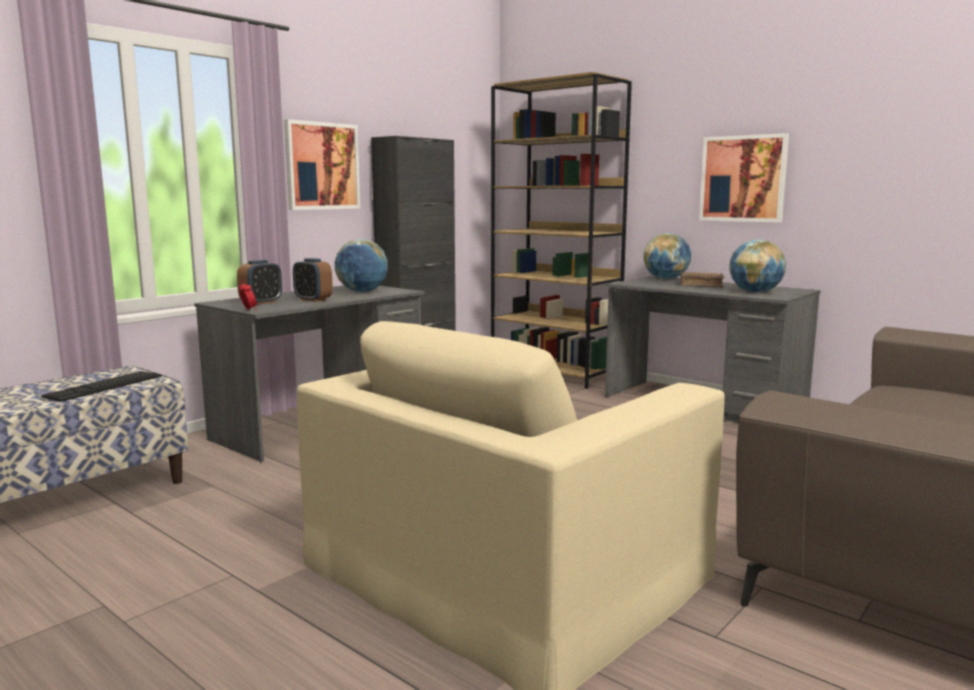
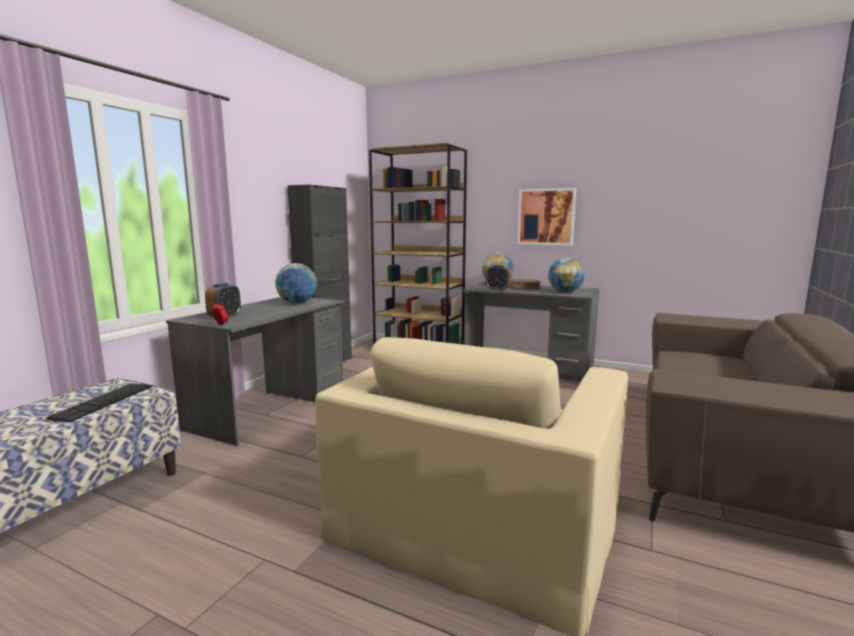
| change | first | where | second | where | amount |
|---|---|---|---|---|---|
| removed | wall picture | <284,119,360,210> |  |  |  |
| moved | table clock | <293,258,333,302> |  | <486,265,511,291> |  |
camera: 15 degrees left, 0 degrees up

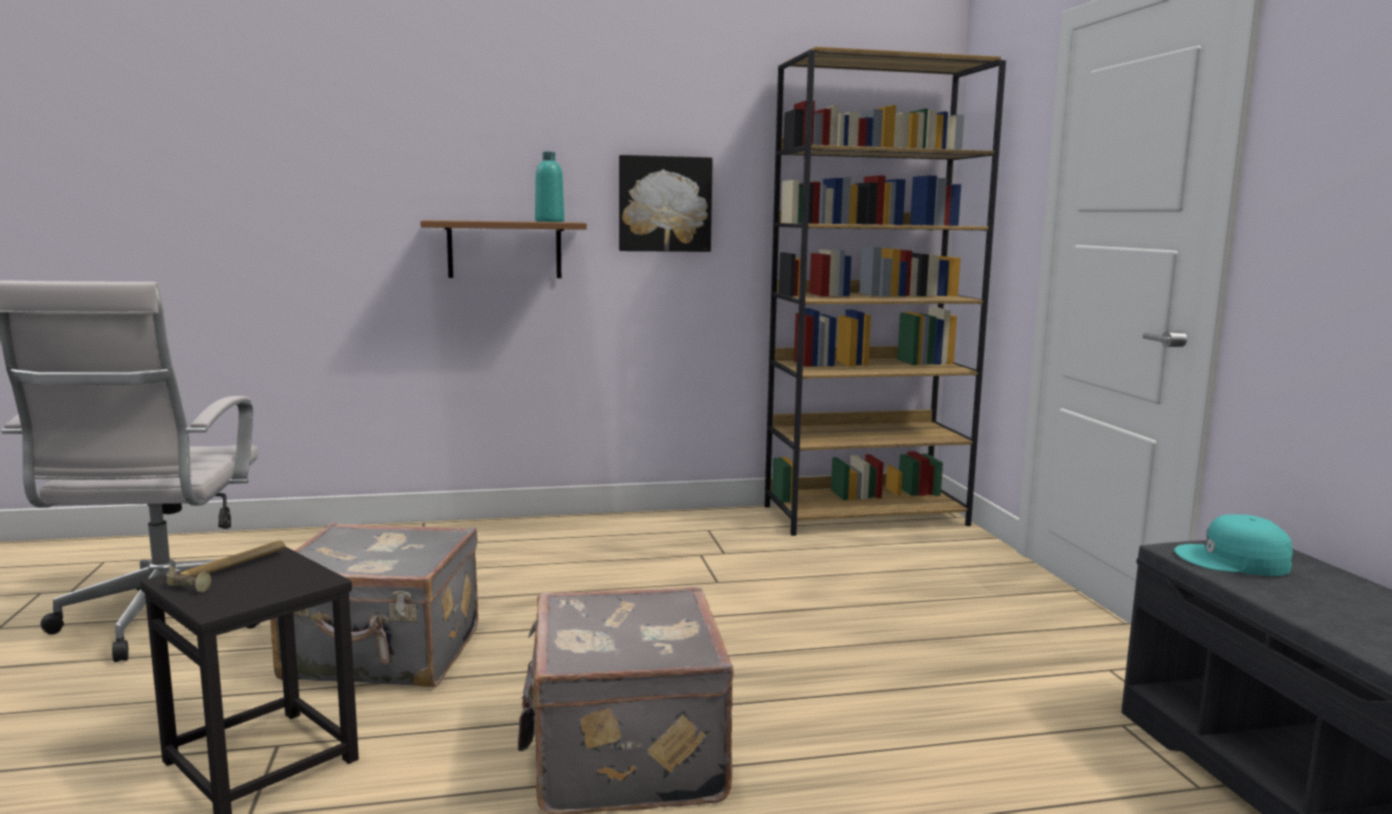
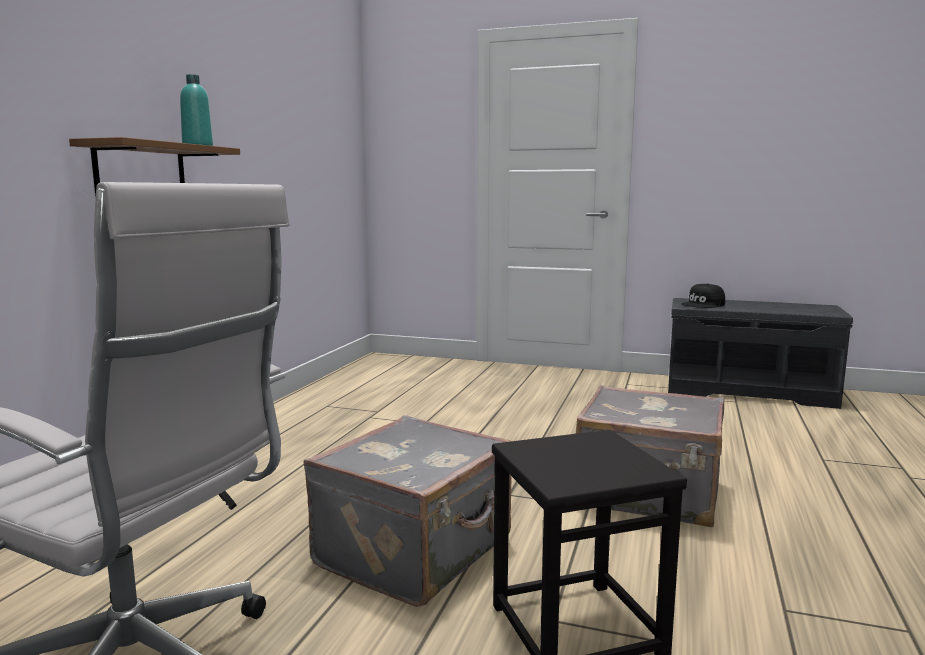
| change | first | where | second | where | amount |
|---|---|---|---|---|---|
| removed | hammer | <166,541,285,593> |  |  |  |
| removed | wall picture | <619,155,713,252> |  |  |  |
| removed | shelving unit (brownish) | <765,46,1006,536> |  |  |  |
| recoloured | baseball cap (turquoise) | <1174,514,1293,576> | baseball cap (black) | <681,283,725,308> |  |
camera: 60 degrees left, 0 degrees up

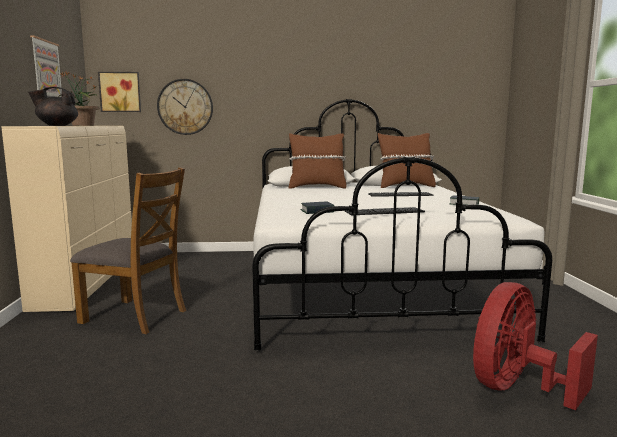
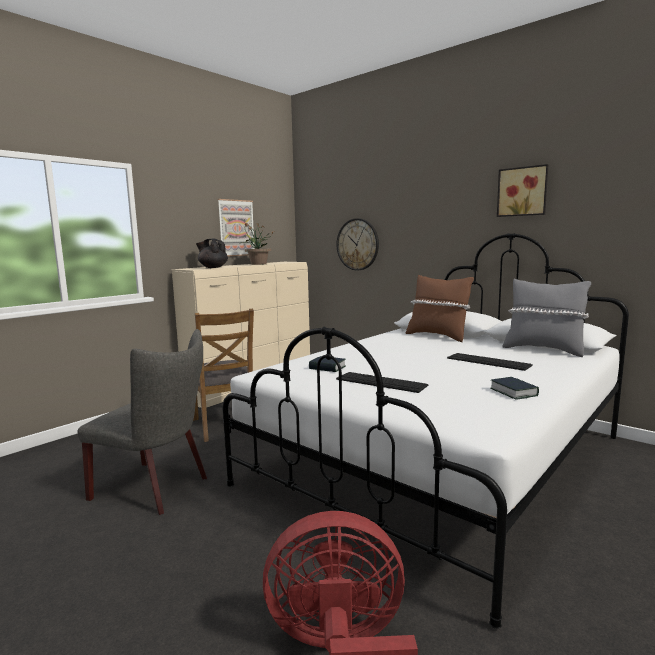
| change | first | where | second | where | amount |
|---|---|---|---|---|---|
| added |  |  | plain chair (grey) | <78,329,207,515> |  |
| moved | wall picture | <98,72,141,112> |  | <497,164,548,217> |  |
| recoloured | throw pillow (brownish) | <378,133,436,188> | throw pillow (grey) | <502,279,591,357> |  |
camera: 45 degrees right, 0 degrees up

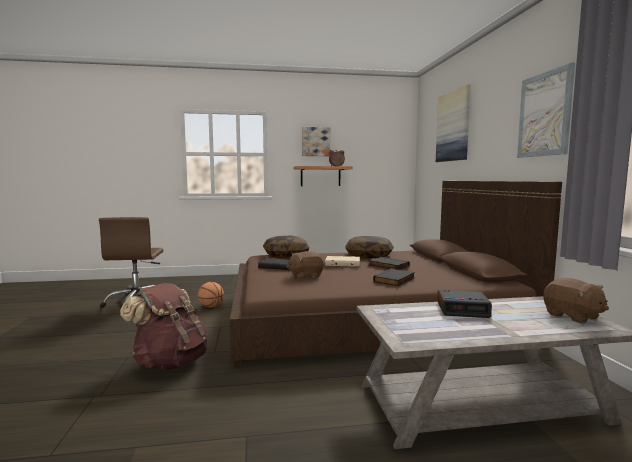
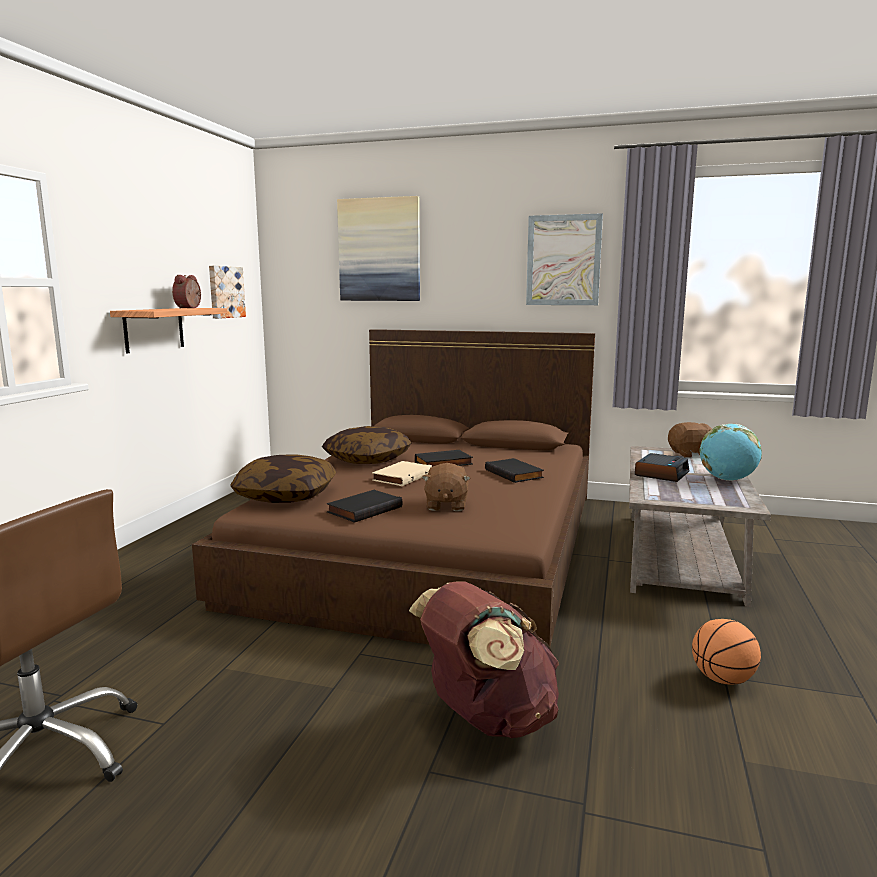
| change | first | where | second | where | amount |
|---|---|---|---|---|---|
| added |  |  | desk globe | <700,424,762,481> |  |
| moved | basketball | <198,282,224,307> |  | <692,619,761,684> |  |
| moved | wall picture | <302,127,330,156> |  | <209,266,246,319> |  |
camera: 65 degrees left, 5 degrees up

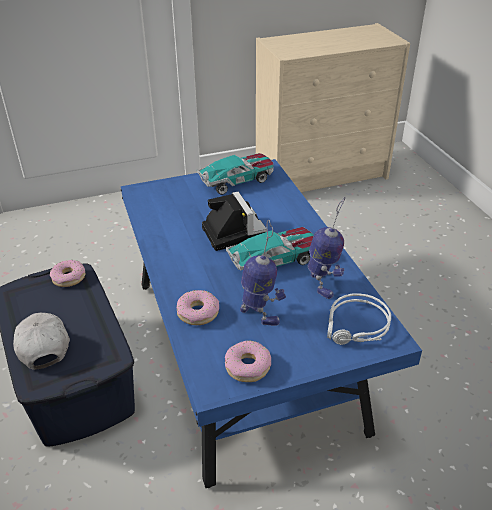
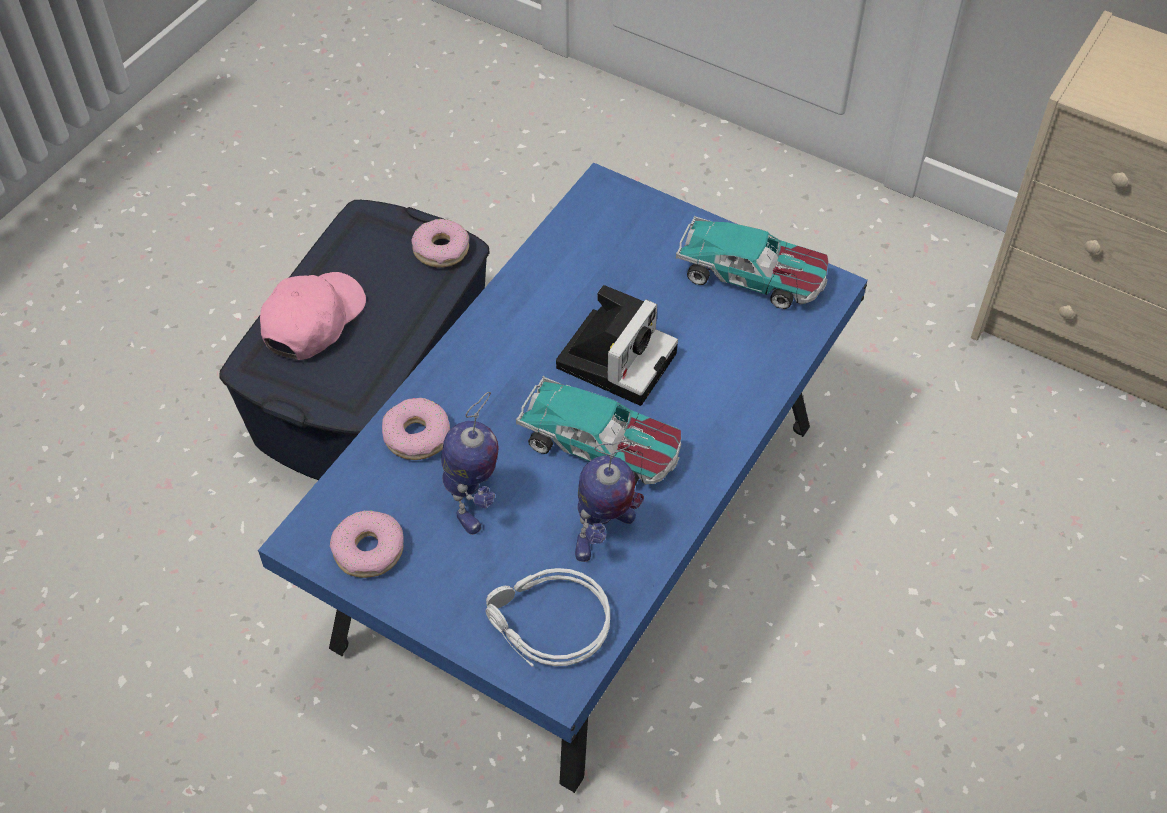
| change | first | where | second | where | amount |
|---|---|---|---|---|---|
| recoloured | baseball cap (white-coloured) | <13,313,70,370> | baseball cap (pinkish) | <260,272,366,360> |  |
camera: 50 degrees right, 15 degrees up

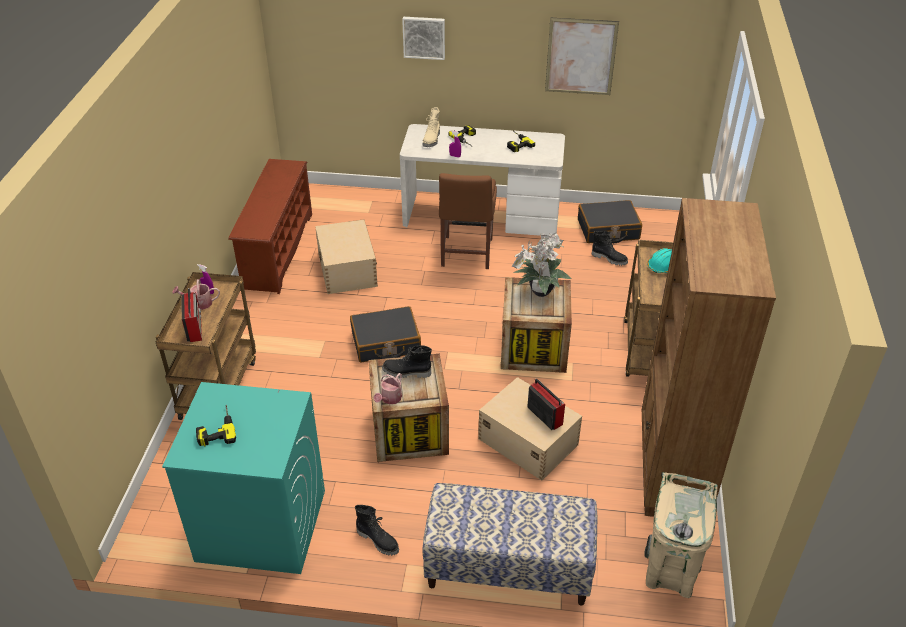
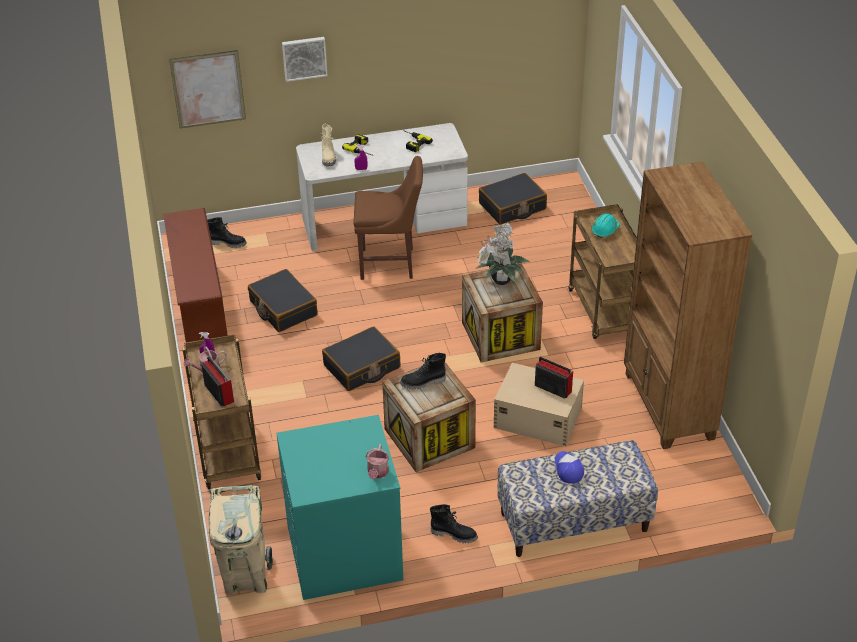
| change | first | where | second | where | amount |
|---|---|---|---|---|---|
| removed | drill | <196,405,236,447> |  |  |  |
| added |  |  | baseball cap | <555,451,584,484> |  |
| moved | sprinkling can | <374,373,402,404> |  | <366,444,389,479> |  |
| moved | wall picture | <545,18,619,95> |  | <169,50,246,129> |  |
| moved | high-top boot (black) | <592,231,628,266> |  | <207,217,247,248> |  |
| moved | trash can (beige-coloured) | <644,472,718,598> |  | <209,485,273,595> |  |
| replaced | storage container (beige-coloured) | <315,219,378,294> | piece of luggage (black) | <248,269,318,332> |  |
| turned | plain chair (brownish) | <439,173,497,269> |  | <354,156,423,280> | 75 degrees counterclockwise |
camera: 20 degrees left, 0 degrees up

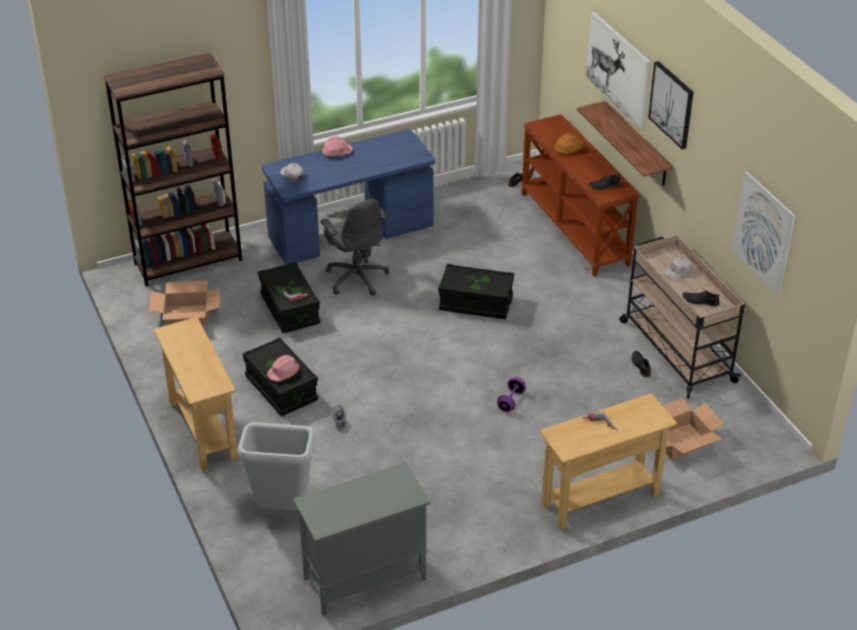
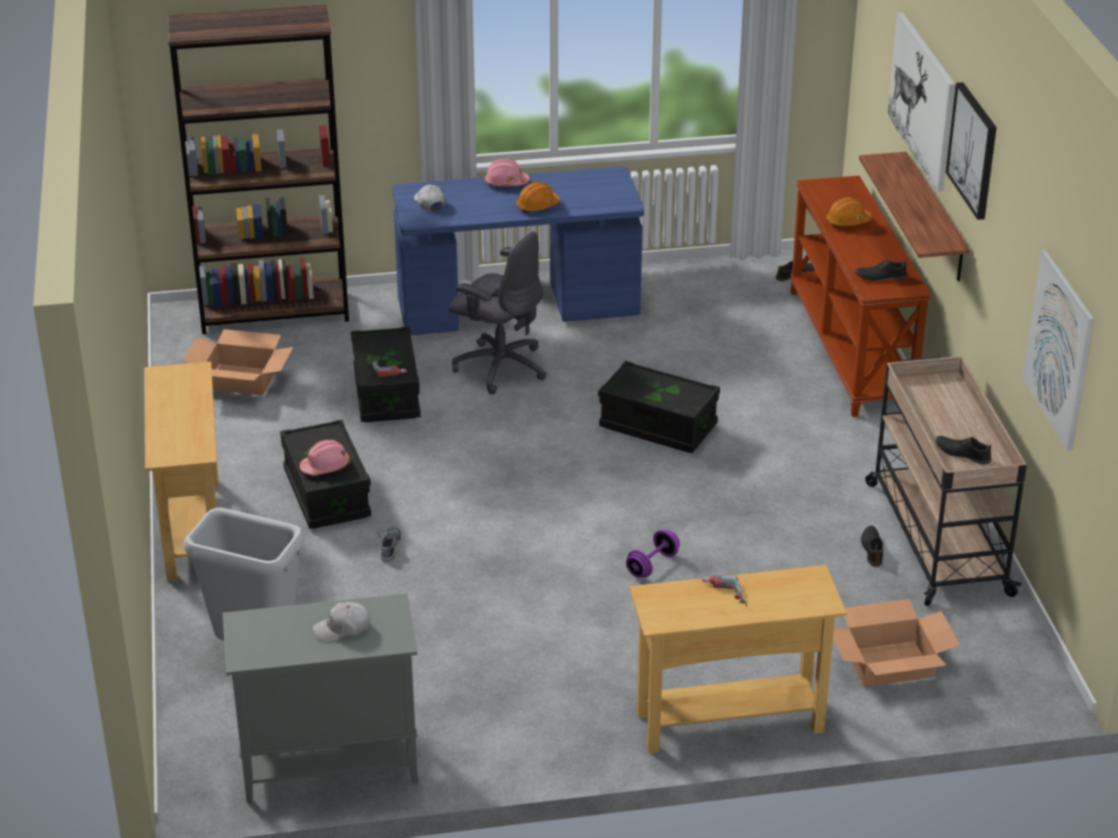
| change | first | where | second | where | amount |
|---|---|---|---|---|---|
| added |  |  | hard hat (orangey) | <516,182,560,213> |  |
| moved | baseball cap (white-coloured) | <663,256,692,280> |  | <313,602,369,642> |  |
| turned | office chair (grey) | <321,199,389,296> |  | <449,231,546,394> | 45 degrees counterclockwise |
camera: 15 degrees right, 5 degrees down

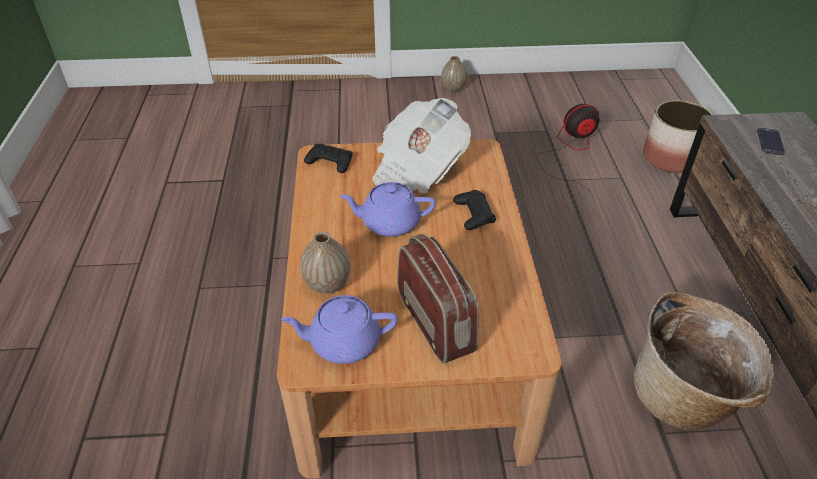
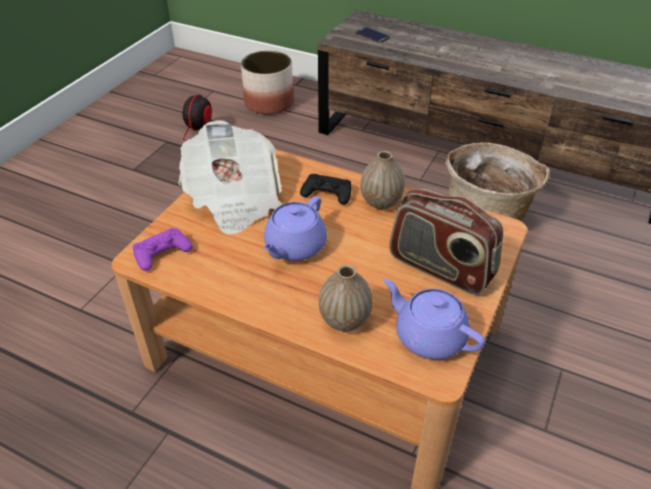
| change | first | where | second | where | amount |
|---|---|---|---|---|---|
| moved | flower vase | <441,56,467,92> |  | <361,151,405,209> |  |
| recoloured | joypad (black) | <304,144,353,173> | joypad (purplish) | <133,228,193,271> |  |
| turned | tea pot (purplish) | <281,295,398,364> |  | <383,279,485,359> | 105 degrees clockwise |
| turned | radio receiver | <397,234,479,364> |  | <389,188,503,295> | 150 degrees counterclockwise |
camera: 60 degrees left, 0 degrees up

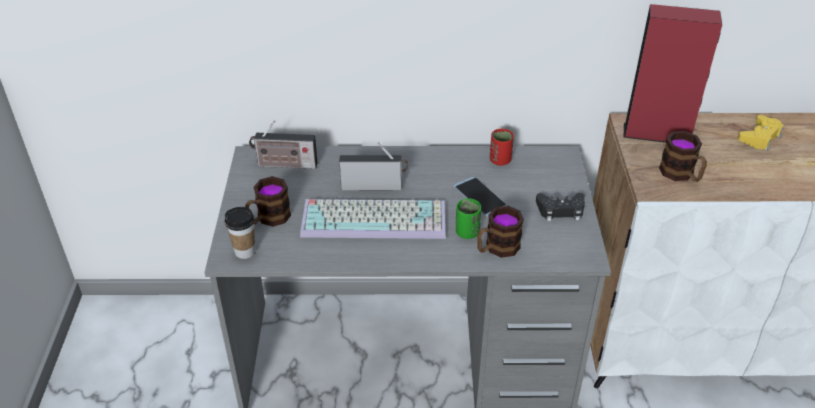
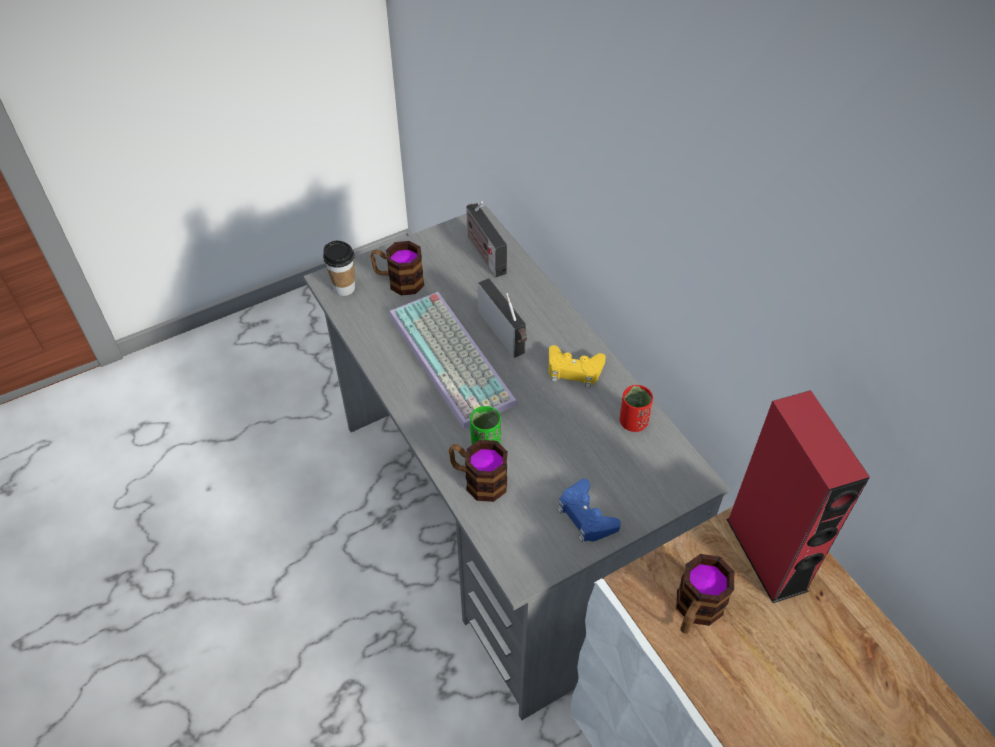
| change | first | where | second | where | amount |
|---|---|---|---|---|---|
| removed | handset | <453,177,507,217> |  |  |  |
| moved | joypad (yellow) | <738,115,784,151> |  | <549,345,606,388> |  |
| recoloured | joypad (black) | <536,193,585,221> | joypad (bluish) | <558,479,621,542> |  |
camera: 60 degrees right, 10 degrees up

